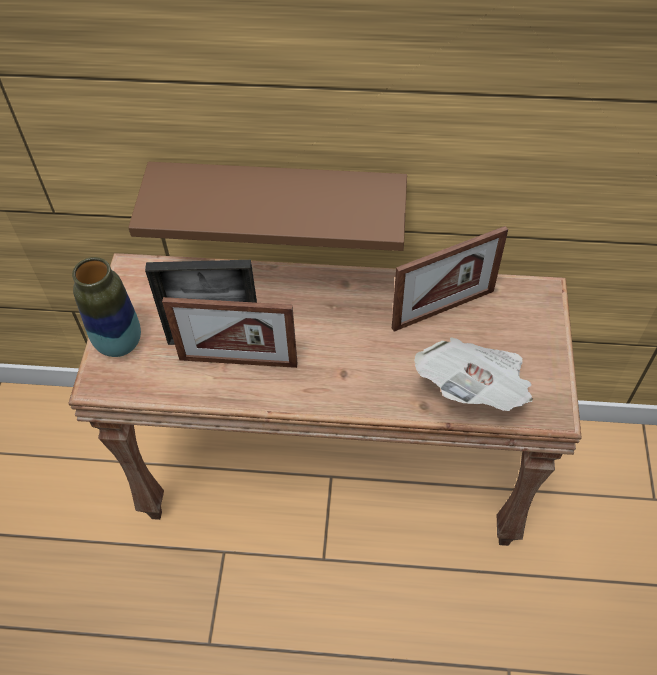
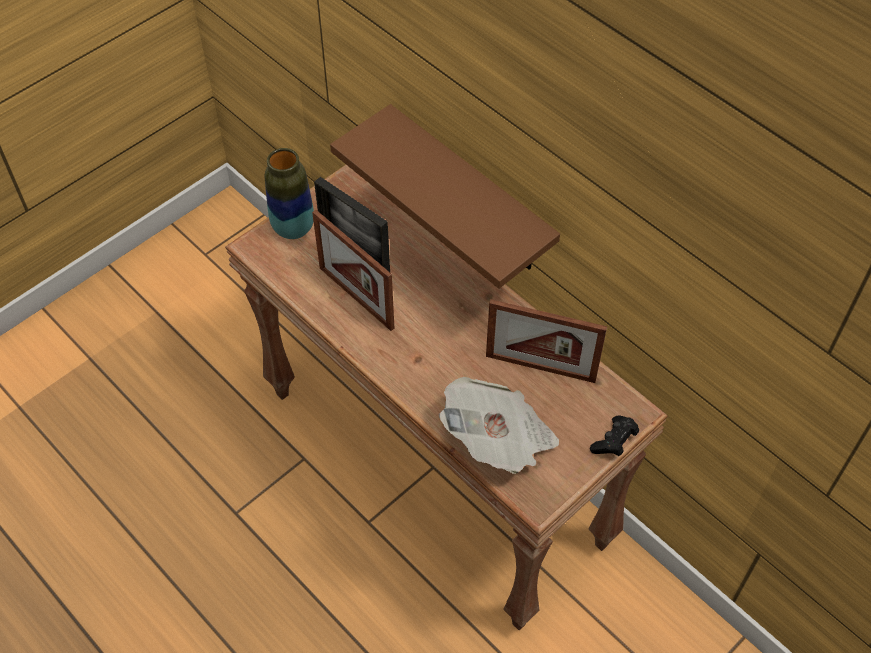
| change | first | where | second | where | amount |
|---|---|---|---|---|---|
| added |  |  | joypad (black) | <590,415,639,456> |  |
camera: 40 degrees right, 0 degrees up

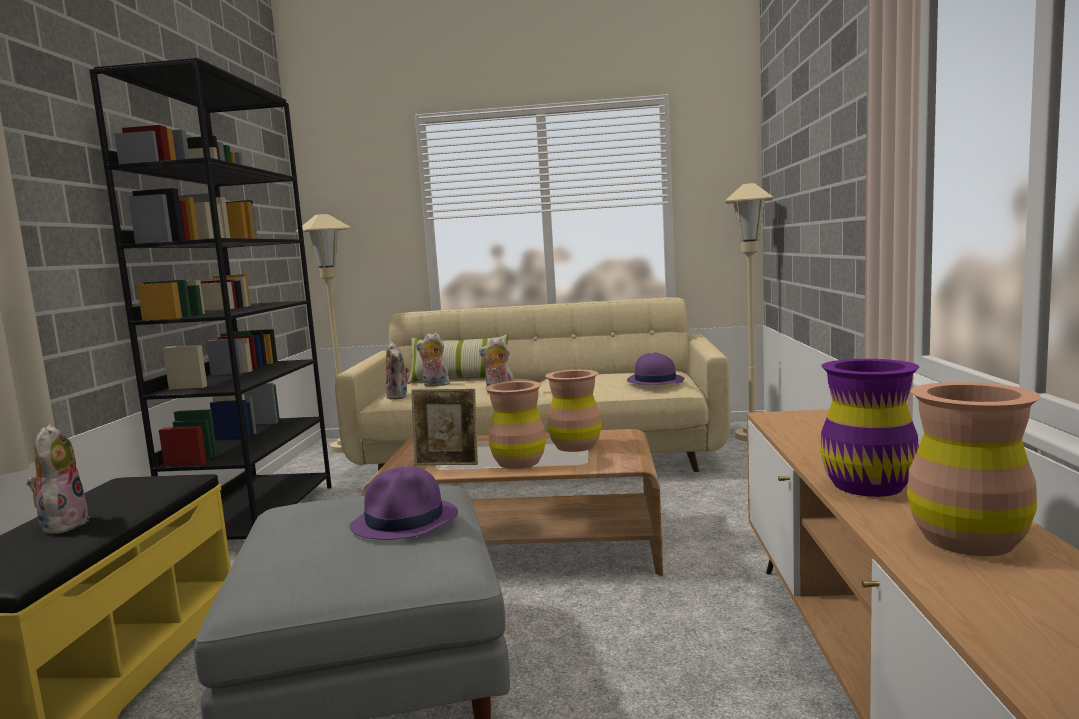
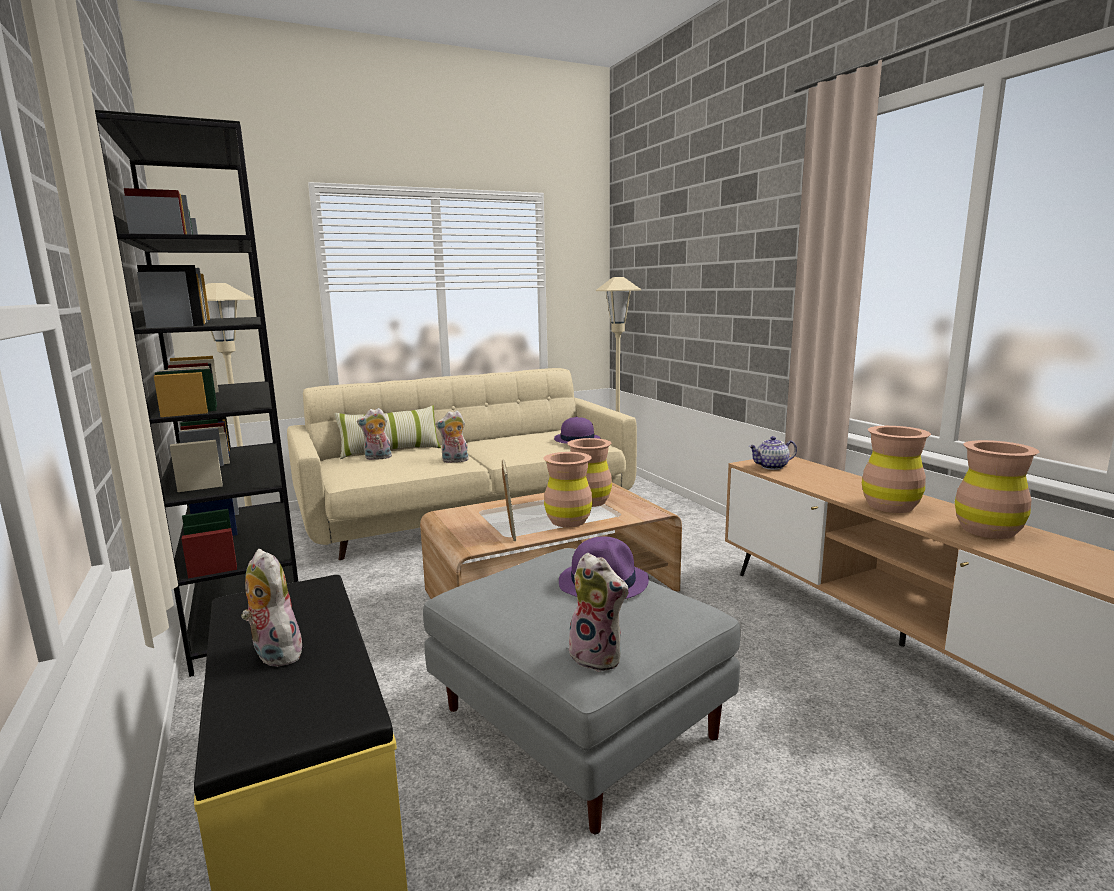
| change | first | where | second | where | amount |
|---|---|---|---|---|---|
| added |  |  | tea pot | <748,436,797,470> |  |
| moved | soft toy | <386,342,409,400> |  | <569,553,628,672> |  |
| recoloured | flower vase (purplish) | <820,359,920,497> | flower vase (brownish) | <862,426,931,513> |  |
| turned | photo frame | <411,389,478,466> |  | <502,460,517,541> | 75 degrees counterclockwise |
camera: 30 degrees left, 5 degrees up

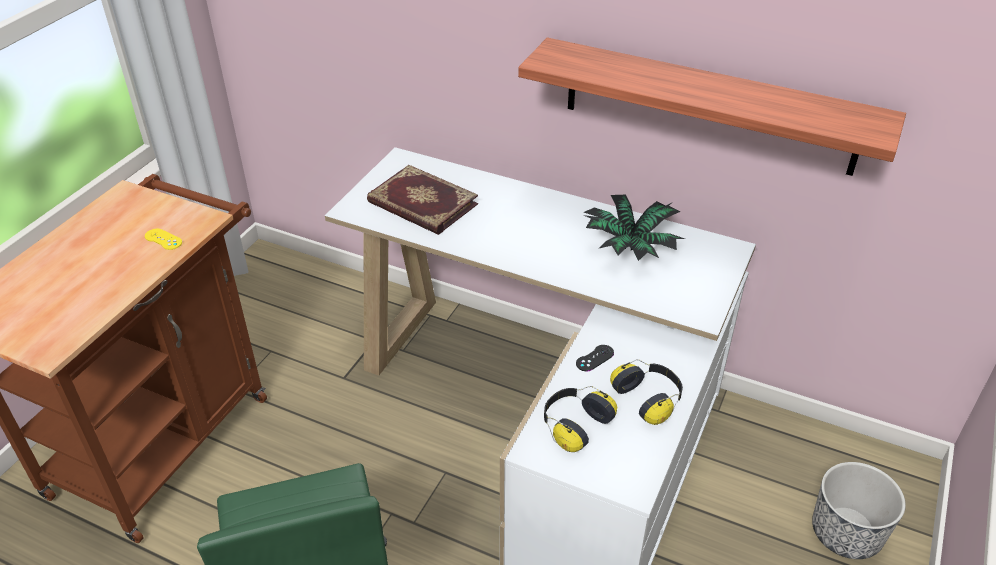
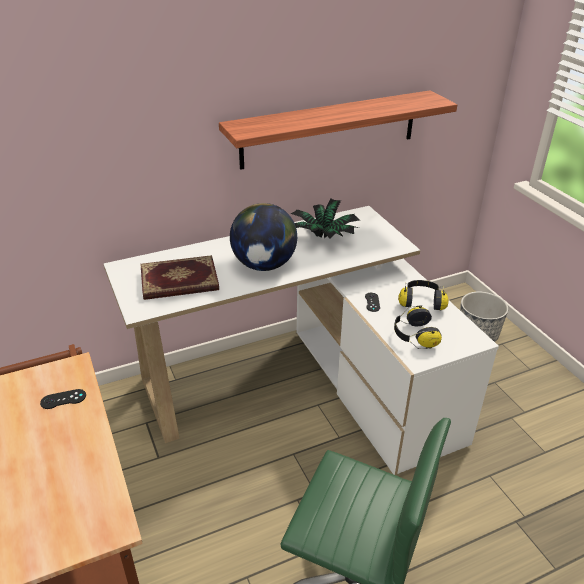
| change | first | where | second | where | amount |
|---|---|---|---|---|---|
| added |  |  | desk globe | <230,203,297,271> |  |
| recoloured | joypad (yellow) | <145,229,182,250> | joypad (black) | <40,389,86,409> |  |
camera: 50 degrees left, 5 degrees down

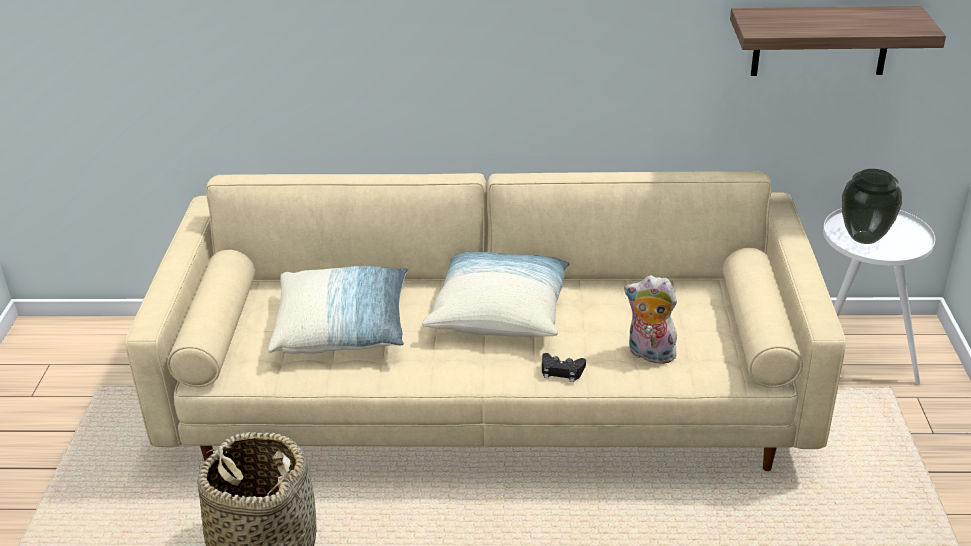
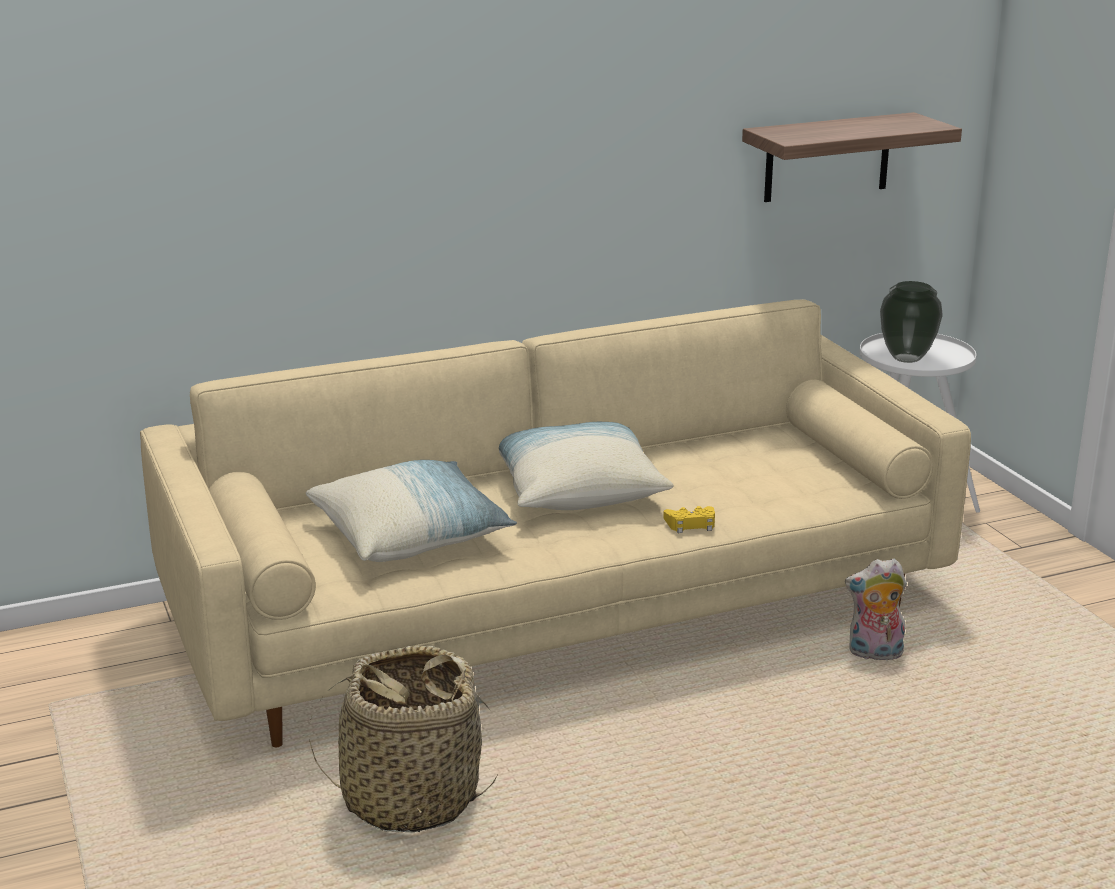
| change | first | where | second | where | amount |
|---|---|---|---|---|---|
| moved | soft toy | <624,275,680,366> |  | <845,558,907,661> |  |
| recoloured | joypad (black) | <542,353,586,382> | joypad (yellow) | <663,506,715,533> |  |
camera: 25 degrees left, 10 degrees down

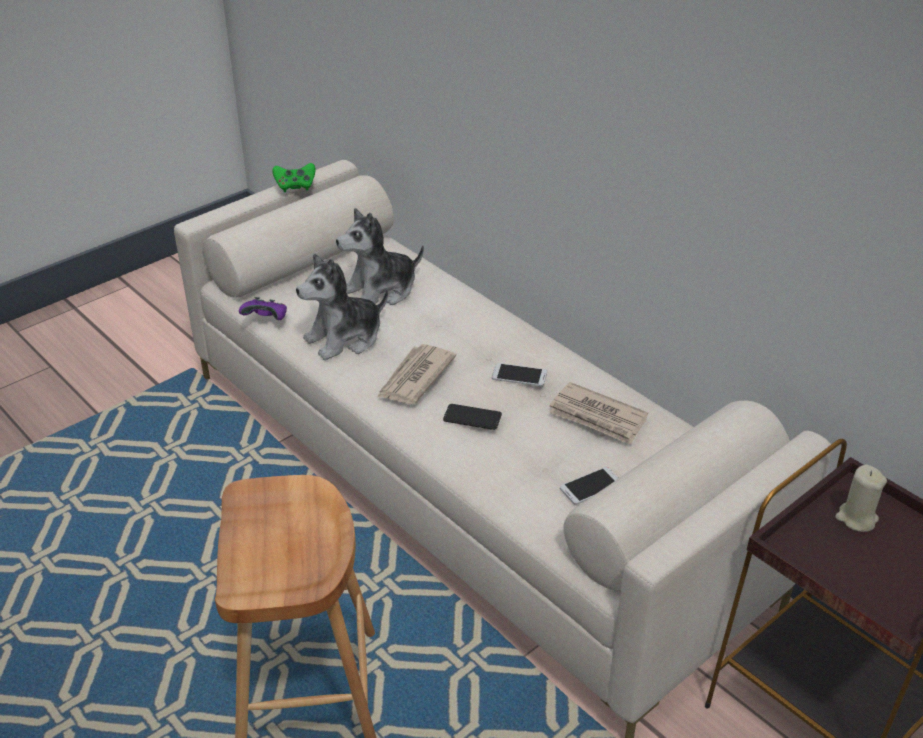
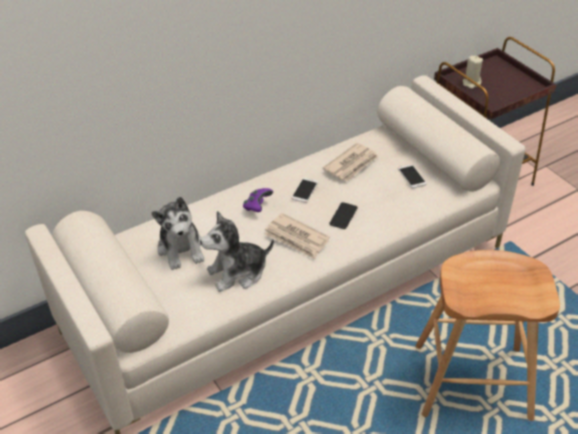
| change | first | where | second | where | amount |
|---|---|---|---|---|---|
| removed | joypad (green-coloured) | <272,163,316,192> |  |  |  |
| moved | joypad (purplish) | <239,297,287,320> |  | <243,188,273,212> |  |
| turned | soft toy | <296,253,388,360> |  | <200,211,274,292> | 90 degrees clockwise |
camera: 80 degrees left, 5 degrees up

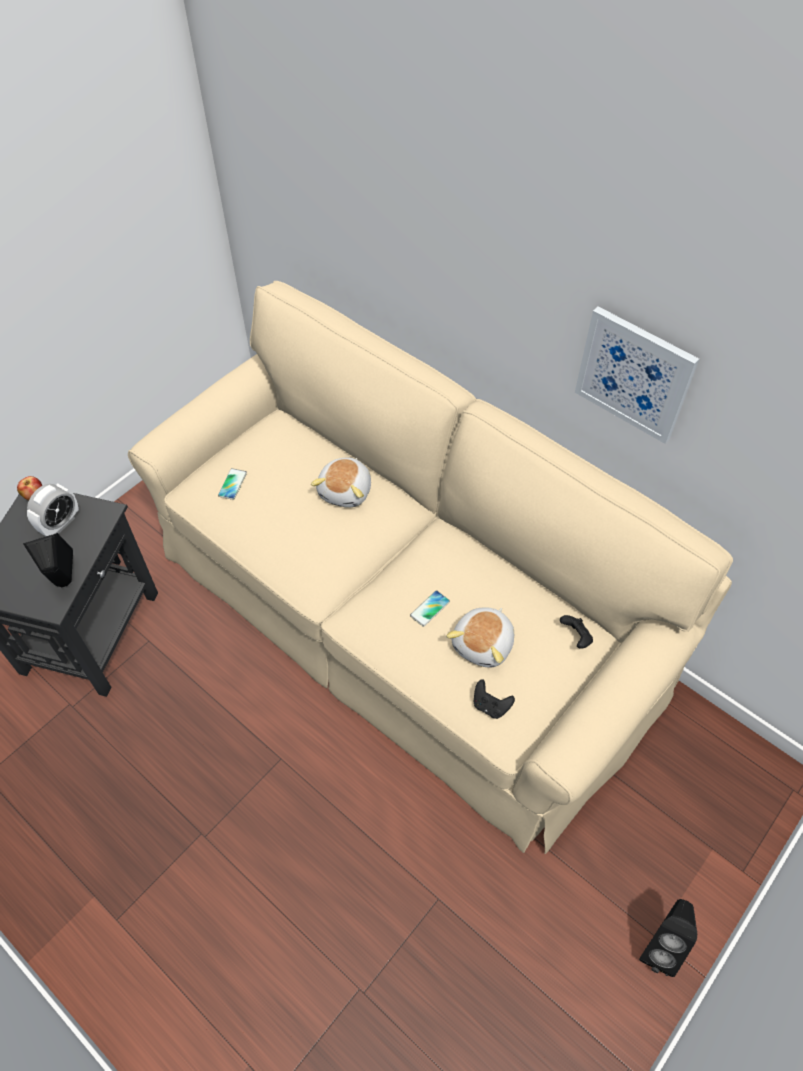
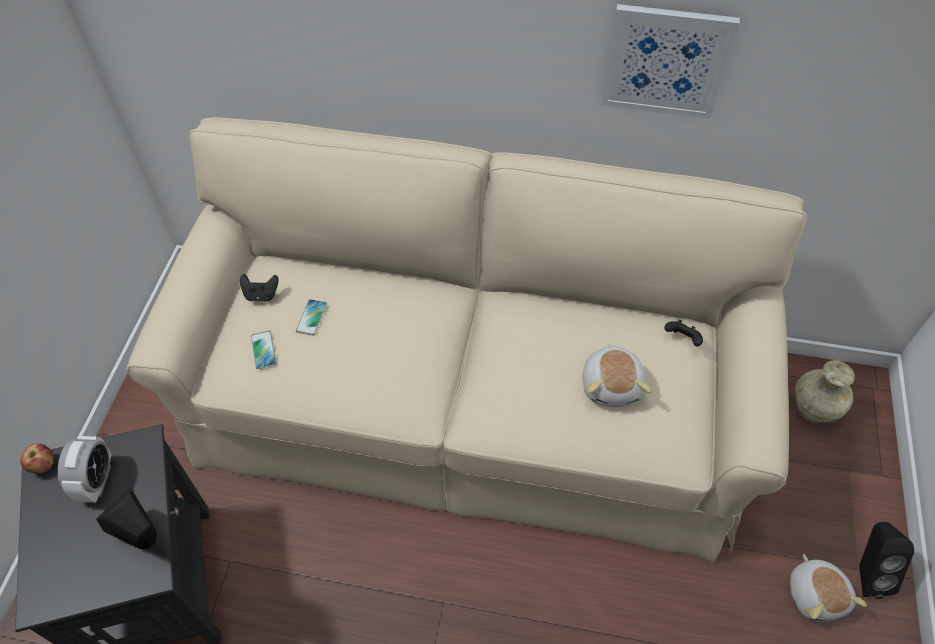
| change | first | where | second | where | amount |
|---|---|---|---|---|---|
| added |  |  | flower vase (beige-coloured) | <794,360,855,423> |  |
| moved | soft toy | <311,457,371,508> |  | <790,554,867,622> |  |
| moved | handset | <410,590,450,627> |  | <296,299,327,336> |  |
| moved | joypad (black) | <474,679,515,719> |  | <240,274,278,302> |  |
camera: 30 degrees left, 0 degrees up

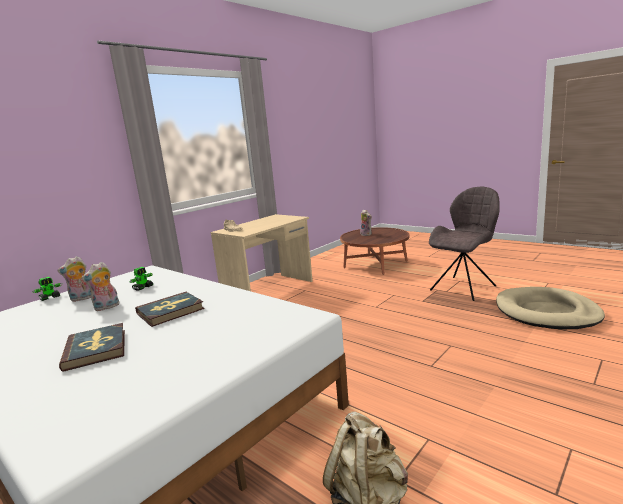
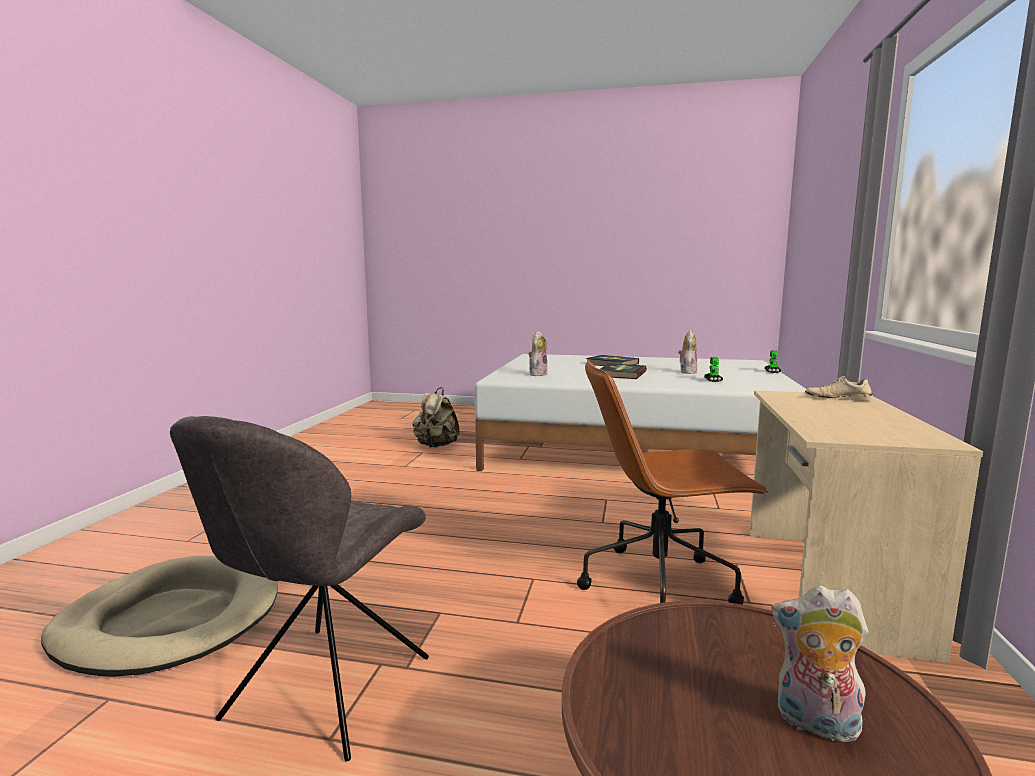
| change | first | where | second | where | amount |
|---|---|---|---|---|---|
| added |  |  | office chair (brownish) | <577,360,769,605> |  |
| moved | soft toy | <58,256,91,302> |  | <528,331,547,376> |  |
camera: 150 degrees right, 5 degrees down

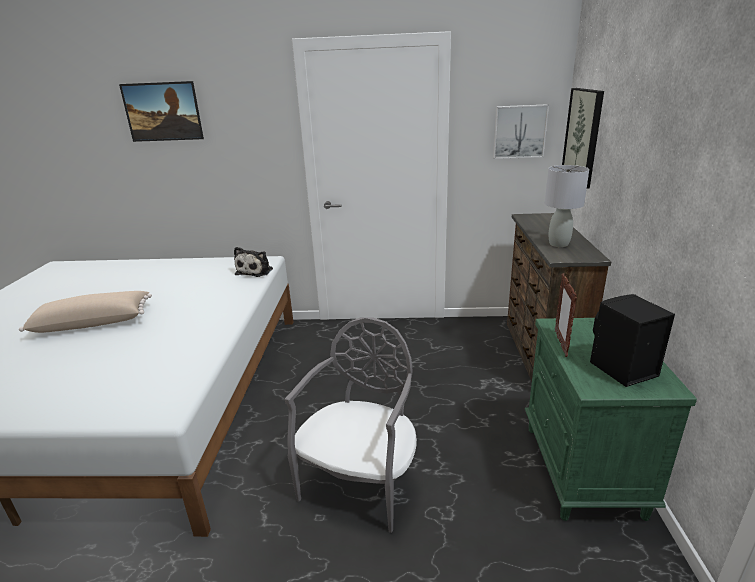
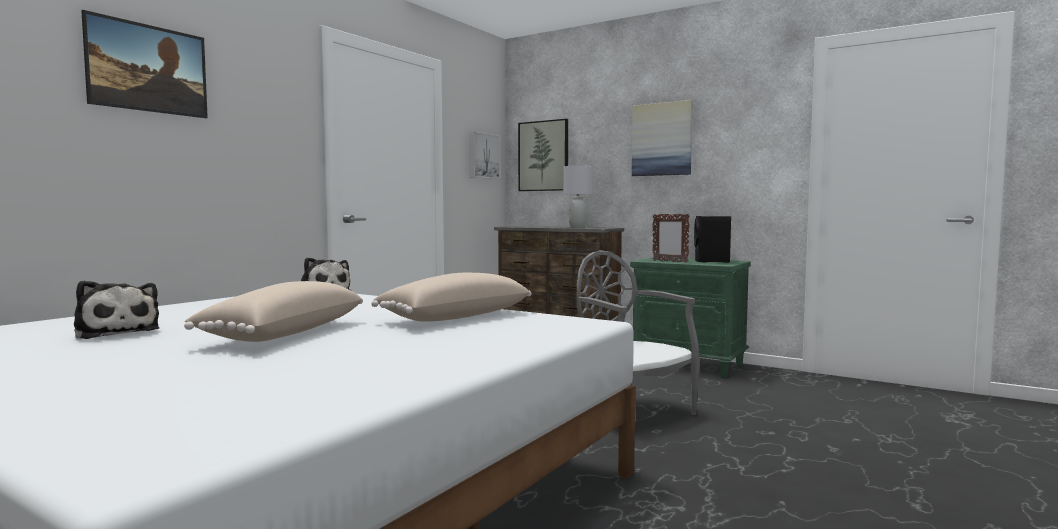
| change | first | where | second | where | amount |
|---|---|---|---|---|---|
| added |  |  | soft toy | <74,280,159,339> |  |
| added |  |  | throw pillow (beige-coloured) | <371,273,532,322> |  |
| added |  |  | wall picture | <632,100,693,176> |  |
camera: 60 degrees left, 20 degrees down

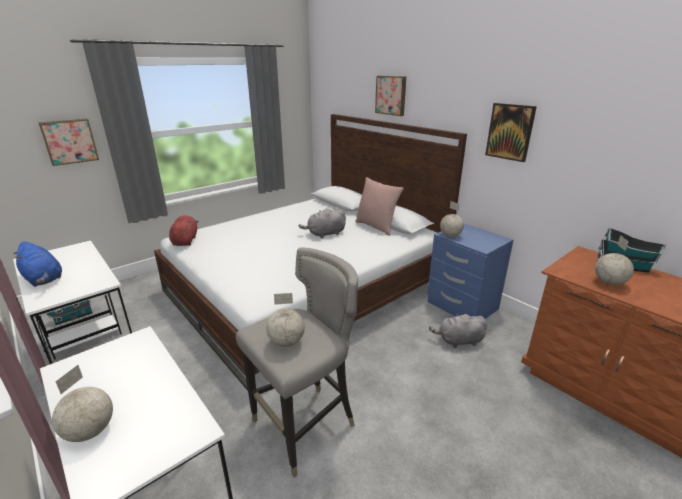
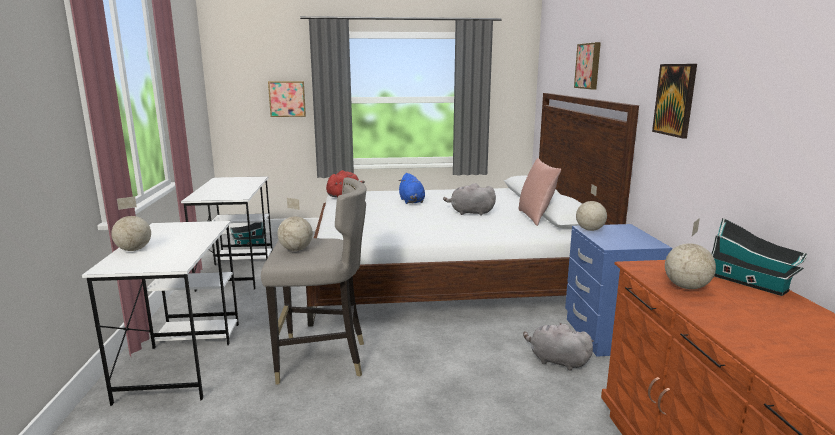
| change | first | where | second | where | amount |
|---|---|---|---|---|---|
| moved | soft toy (bluish) | <13,241,62,287> |  | <399,173,425,204> |  |
camera: 35 degrees right, 10 degrees down

